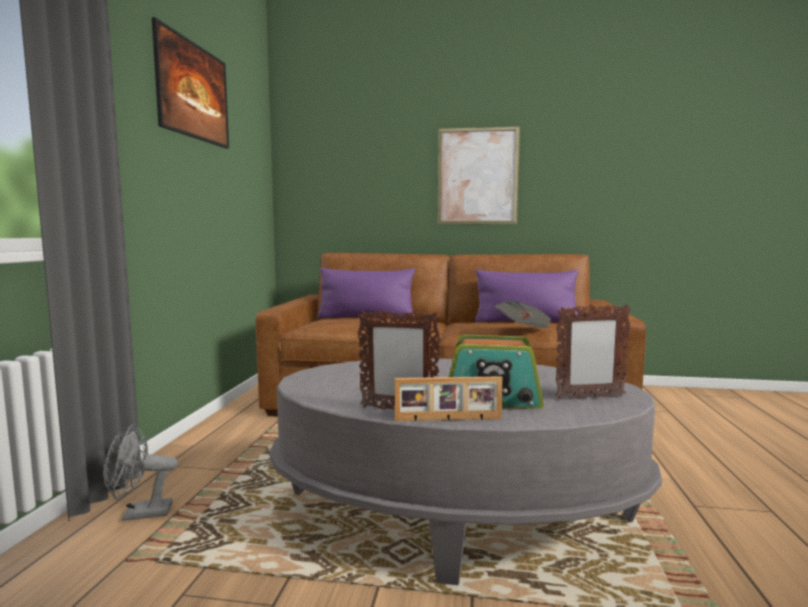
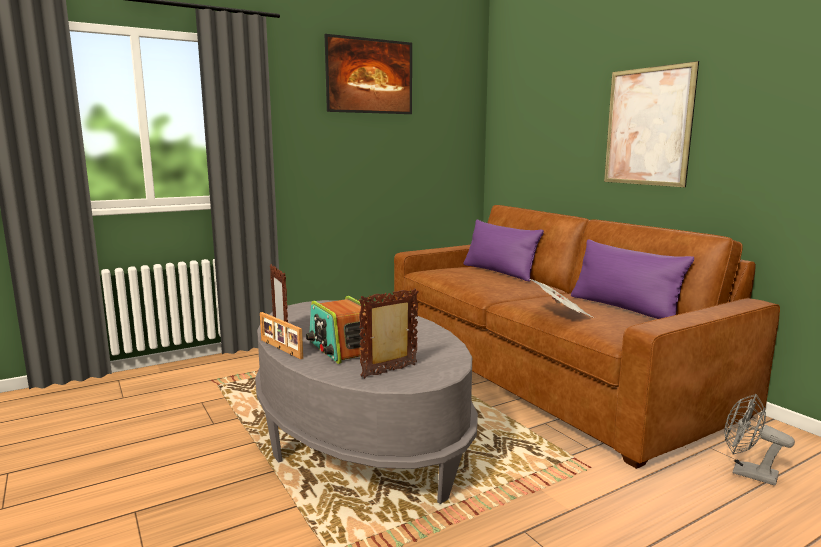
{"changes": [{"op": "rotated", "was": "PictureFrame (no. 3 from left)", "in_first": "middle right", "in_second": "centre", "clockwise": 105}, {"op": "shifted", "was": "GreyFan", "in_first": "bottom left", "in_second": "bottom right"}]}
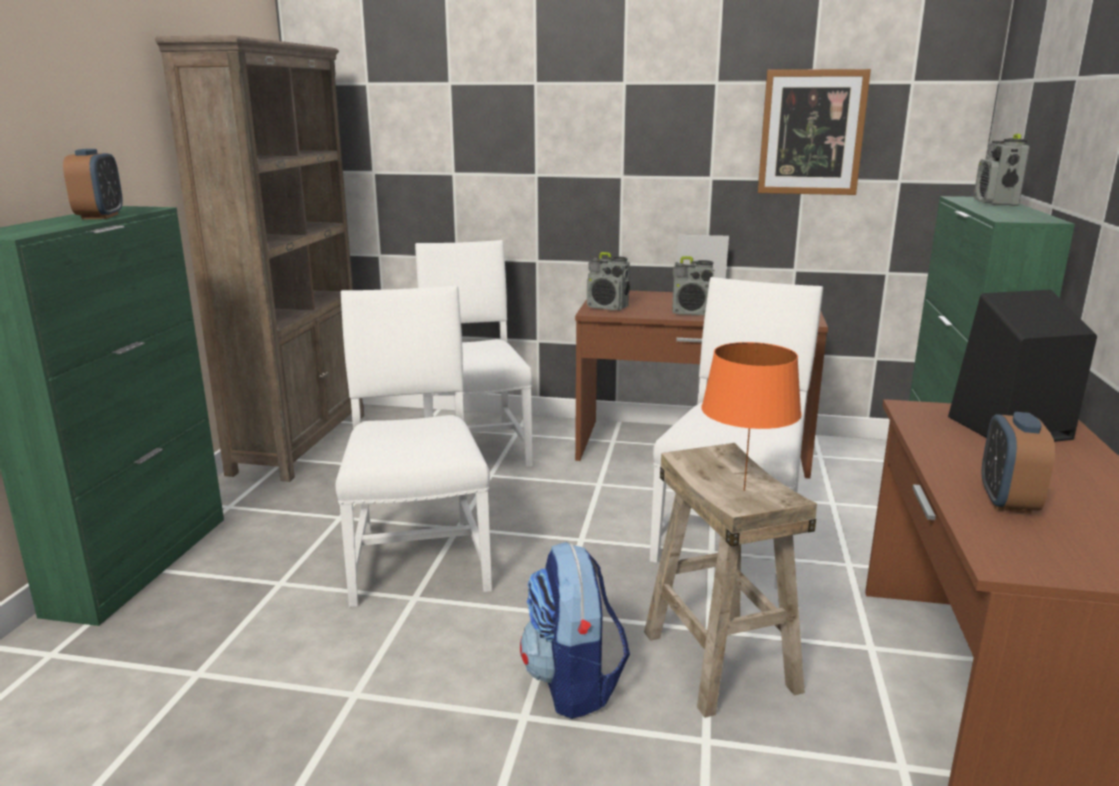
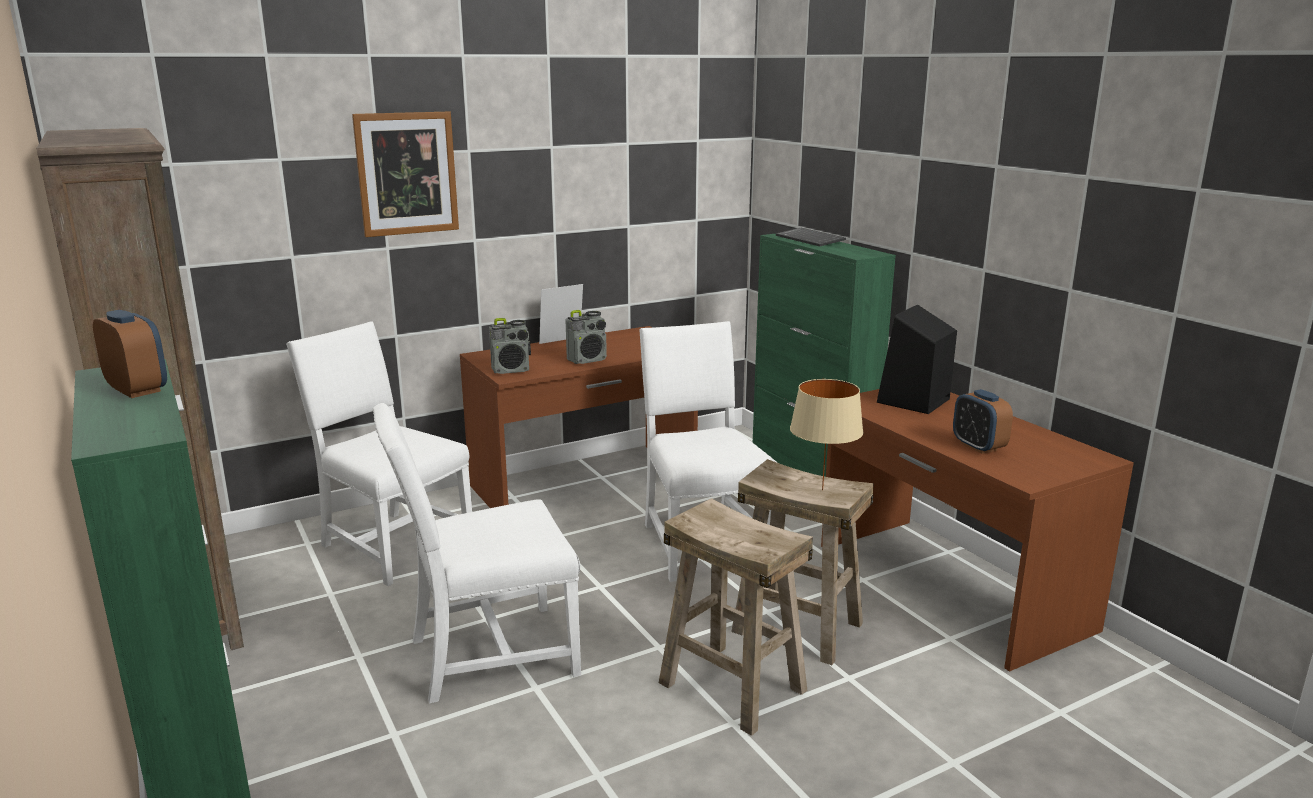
{"changes": [{"op": "shifted", "was": "Picture", "in_first": "top right", "in_second": "top left"}, {"op": "rotated", "was": "WhiteChair (no. 1 from left in the first image)", "in_first": "centre", "in_second": "bottom centre", "clockwise": -60}, {"op": "swapped", "was": "Backpack", "now": "BeigeStool (no. 1 from left)", "in_first": "bottom centre", "in_second": "bottom centre"}, {"op": "swapped", "was": "Radio (no. 3 from left)", "now": "Keyboard", "in_first": "top right", "in_second": "top centre"}, {"op": "repainted", "was": "OrangeTableLamp", "now": "BeigeTableLamp", "in_first": "middle right", "in_second": "centre"}]}
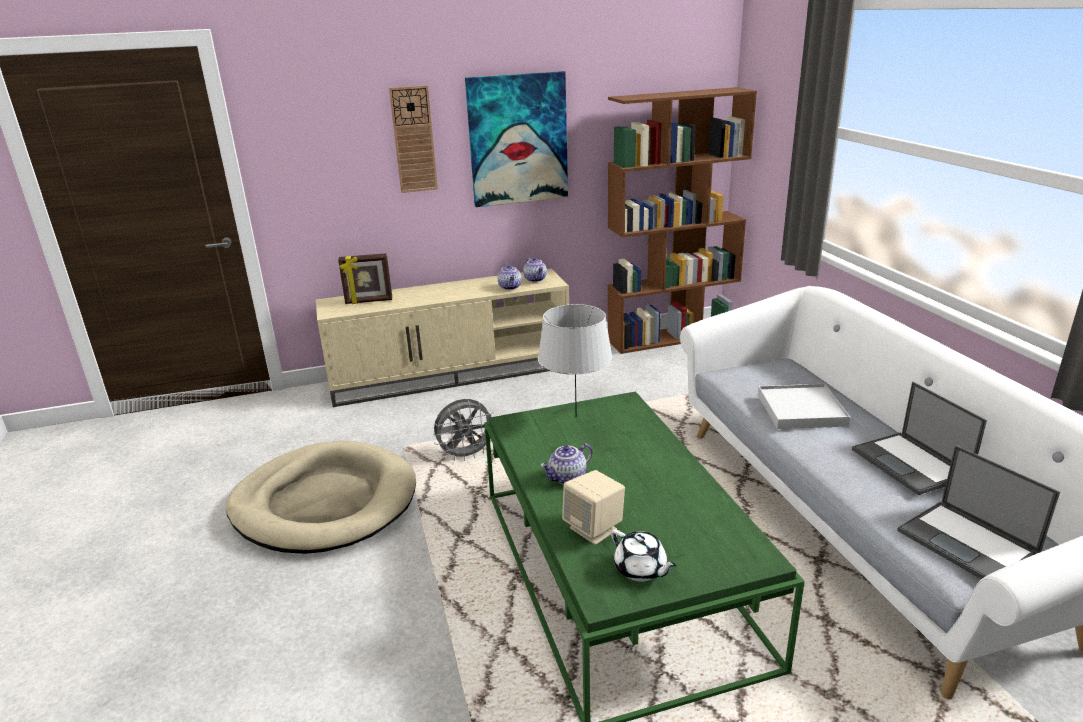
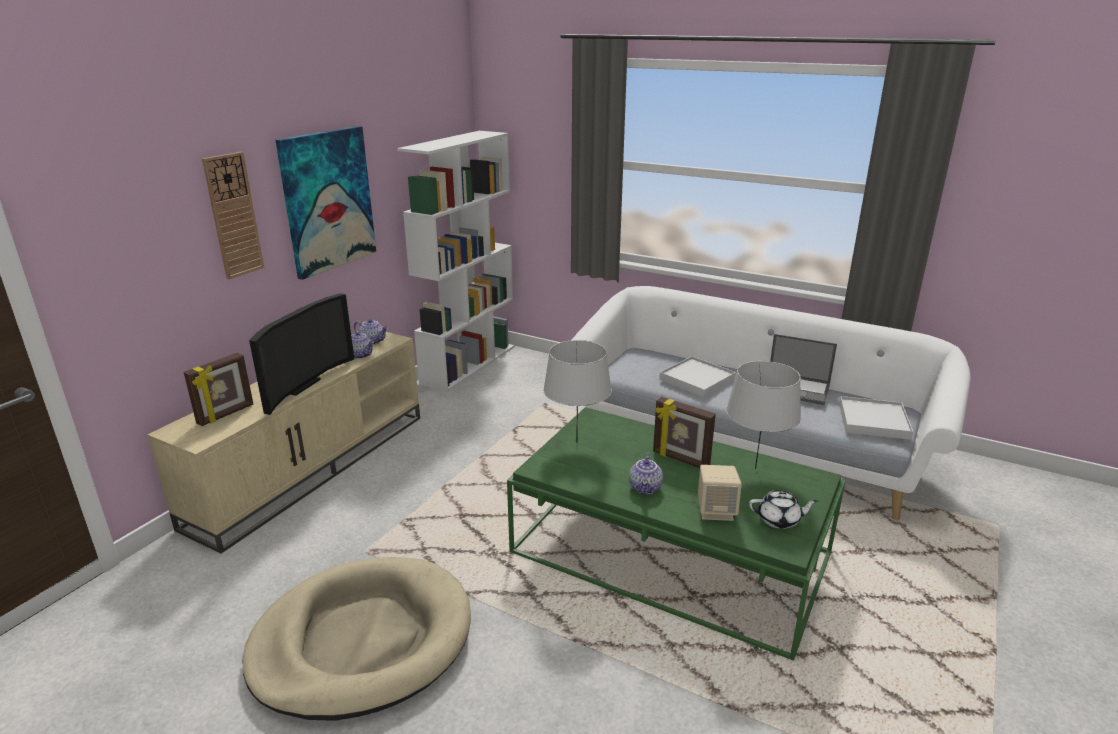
{"changes": [{"op": "new", "now": "Television", "in_second": "middle left"}, {"op": "repainted", "was": "BrownBookcase", "now": "WhiteBookcase", "in_first": "top centre", "in_second": "centre"}, {"op": "new", "now": "PictureFrame (no. 2 from left)", "in_second": "centre"}, {"op": "new", "now": "GreyTableLamp (no. 2 from left)", "in_second": "middle right"}, {"op": "swapped", "was": "Laptop (no. 2 from left)", "now": "WhiteTray (no. 2 from left)", "in_first": "bottom right", "in_second": "middle right"}, {"op": "gone", "was": "GreyFan", "in_first": "centre"}]}
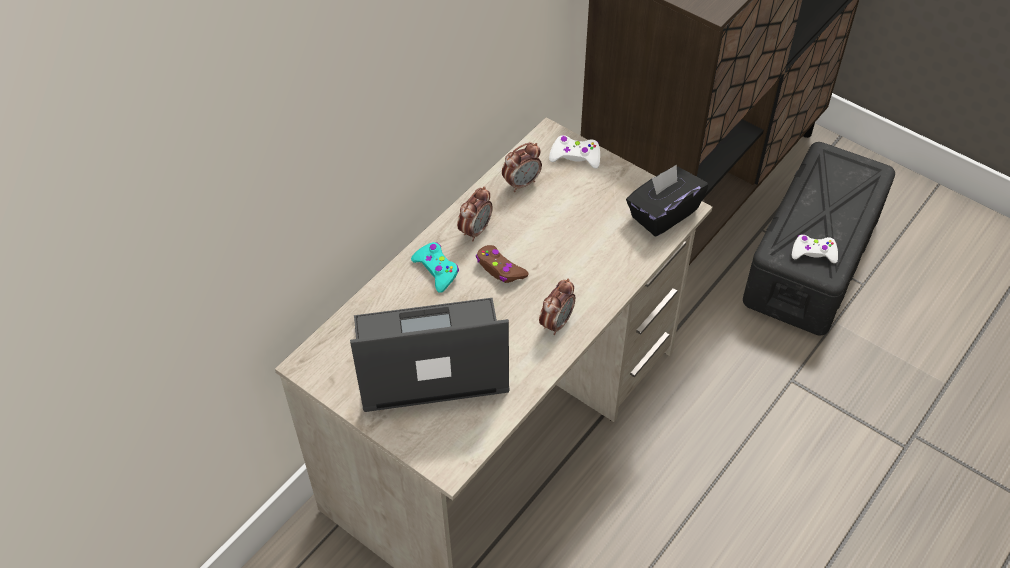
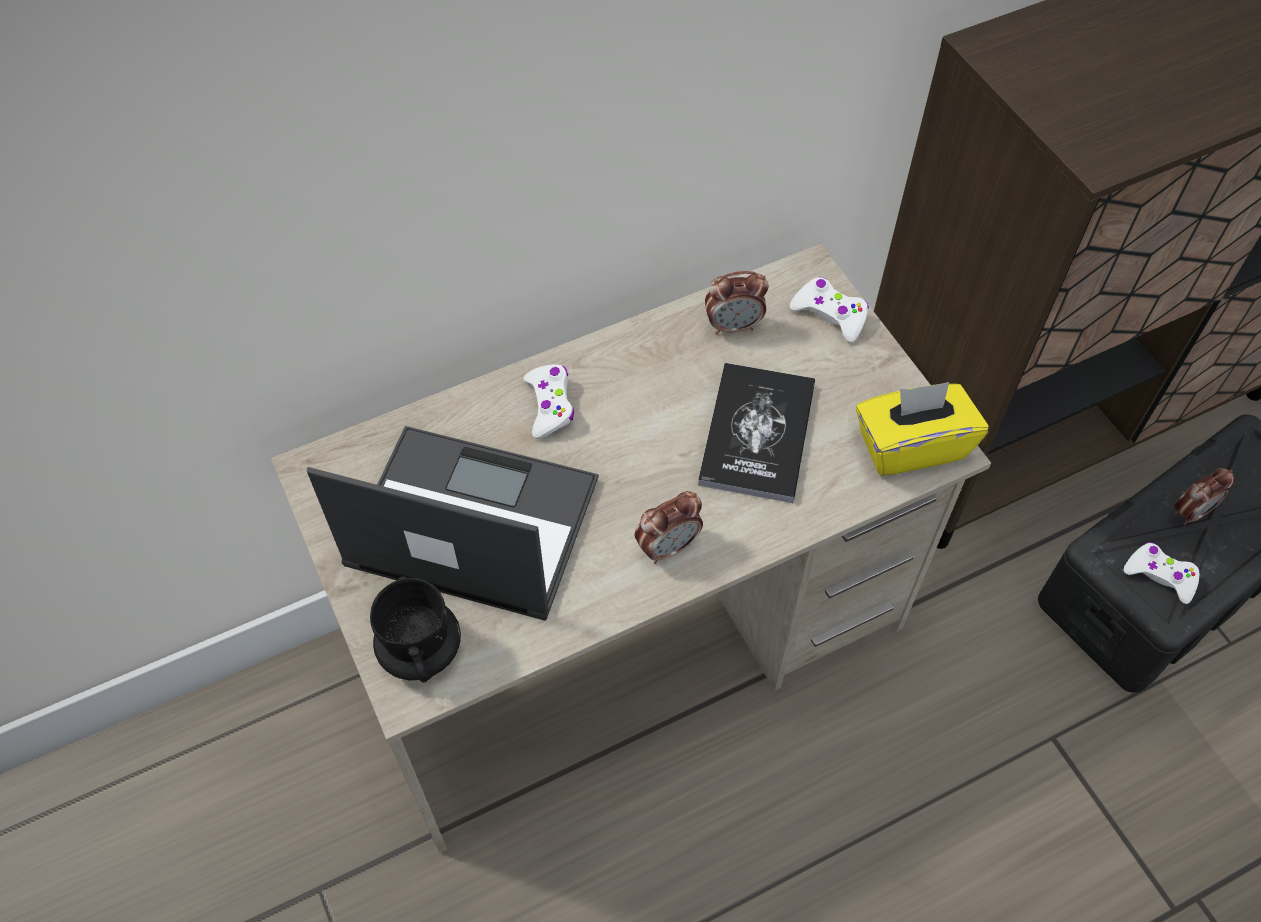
{"changes": [{"op": "new", "now": "BlackMug", "in_second": "bottom left"}, {"op": "repainted", "was": "TurquoiseGameController", "now": "WhiteGameController (no. 1 from left)", "in_first": "centre", "in_second": "centre"}, {"op": "new", "now": "Book", "in_second": "centre"}, {"op": "repainted", "was": "BlackTissueBox", "now": "YellowTissueBox", "in_first": "centre", "in_second": "middle right"}, {"op": "shifted", "was": "AlarmClock (no. 1 from left in the first image)", "now": "AlarmClock (no. 3 from left)", "in_first": "centre", "in_second": "middle right"}, {"op": "gone", "was": "BrownGameController", "in_first": "centre"}]}
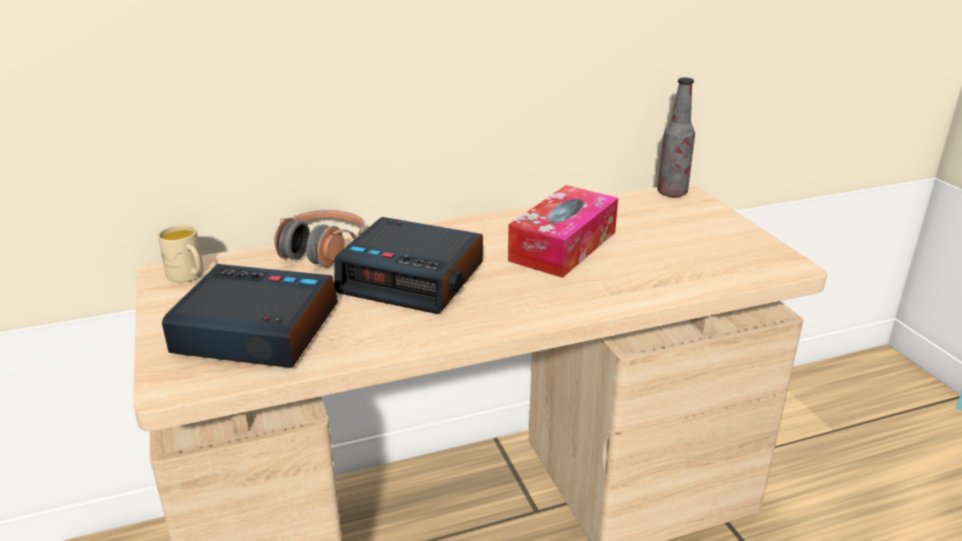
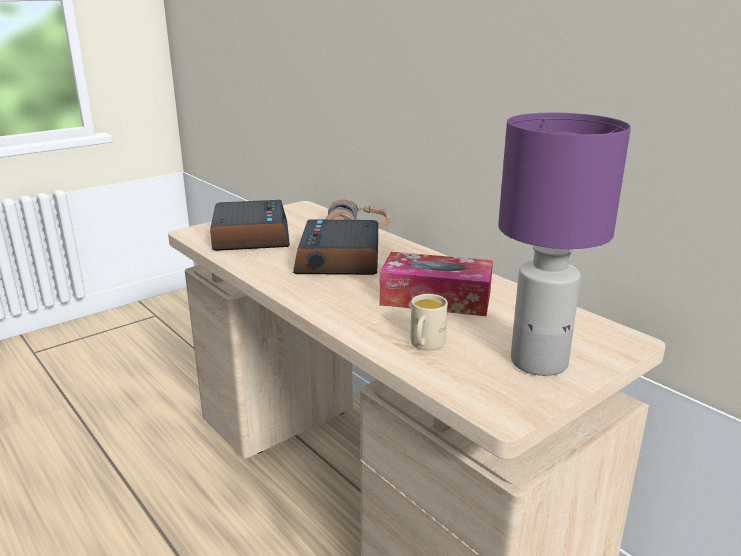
{"changes": [{"op": "shifted", "was": "BeigeMug", "in_first": "middle left", "in_second": "centre"}, {"op": "new", "now": "PurpleTableLamp", "in_second": "middle right"}, {"op": "gone", "was": "Bottle", "in_first": "top right"}]}
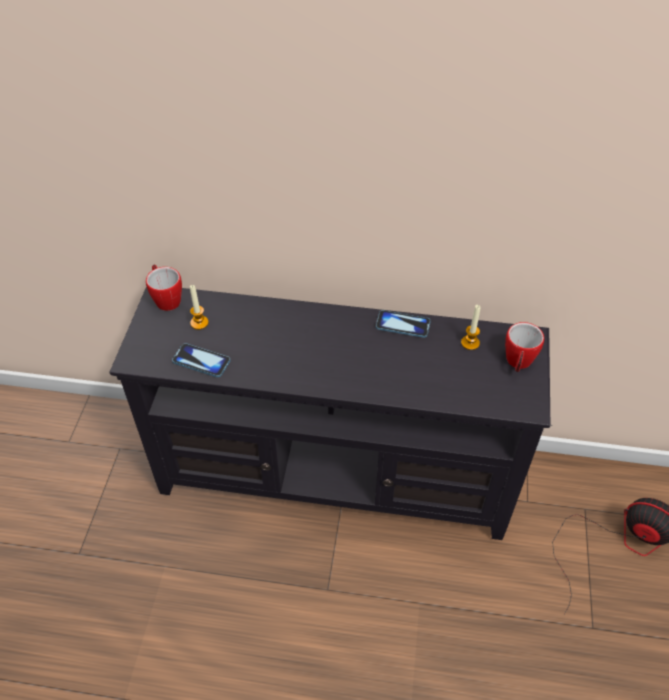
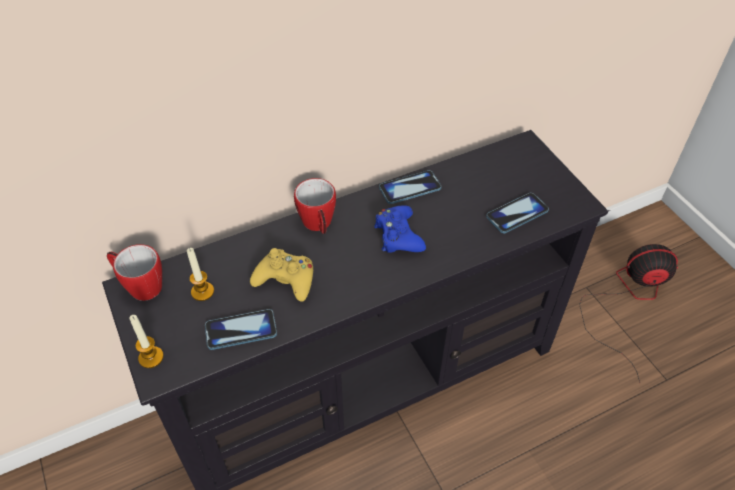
{"changes": [{"op": "shifted", "was": "Candle (no. 2 from left in the first image)", "now": "Candle (no. 1 from left)", "in_first": "middle right", "in_second": "bottom left"}, {"op": "new", "now": "YellowGameController", "in_second": "centre"}, {"op": "shifted", "was": "Mug (no. 2 from left)", "in_first": "middle right", "in_second": "centre"}, {"op": "new", "now": "BlueGameController", "in_second": "centre"}, {"op": "new", "now": "Phone (no. 3 from left)", "in_second": "middle right"}]}
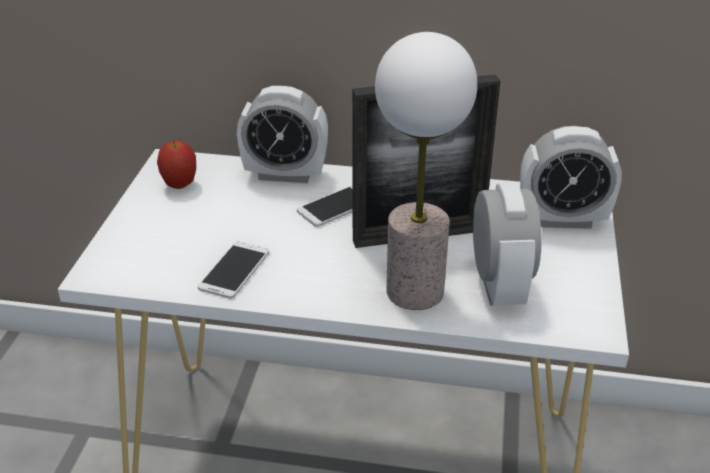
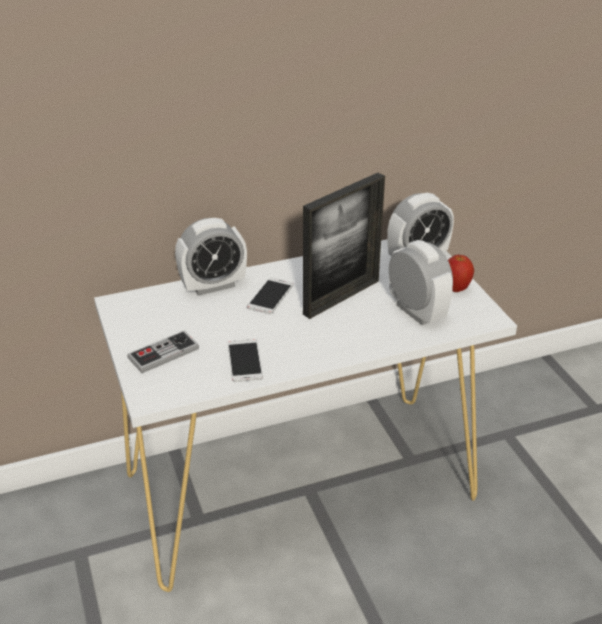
{"changes": [{"op": "new", "now": "GameController", "in_second": "middle left"}, {"op": "shifted", "was": "Apple", "in_first": "middle left", "in_second": "middle right"}, {"op": "gone", "was": "TableLamp", "in_first": "centre"}]}
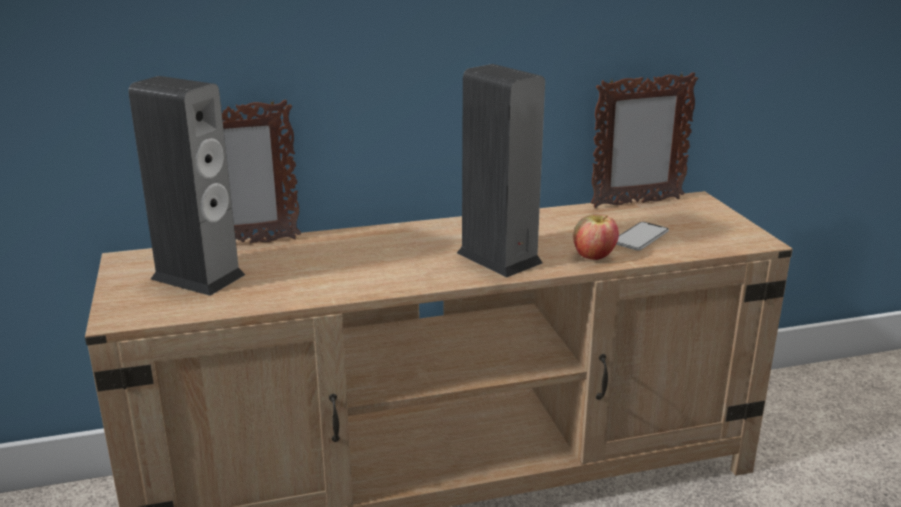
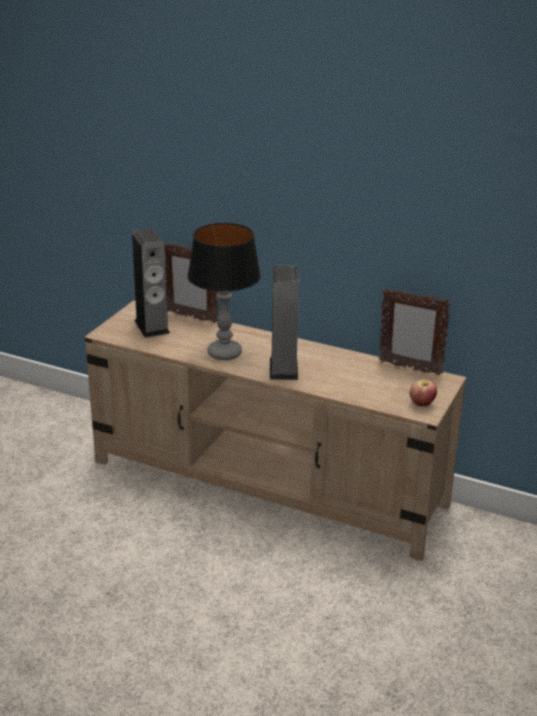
{"changes": [{"op": "new", "now": "TableLamp", "in_second": "centre"}, {"op": "shifted", "was": "Apple", "in_first": "centre", "in_second": "middle right"}, {"op": "gone", "was": "Phone", "in_first": "middle right"}]}
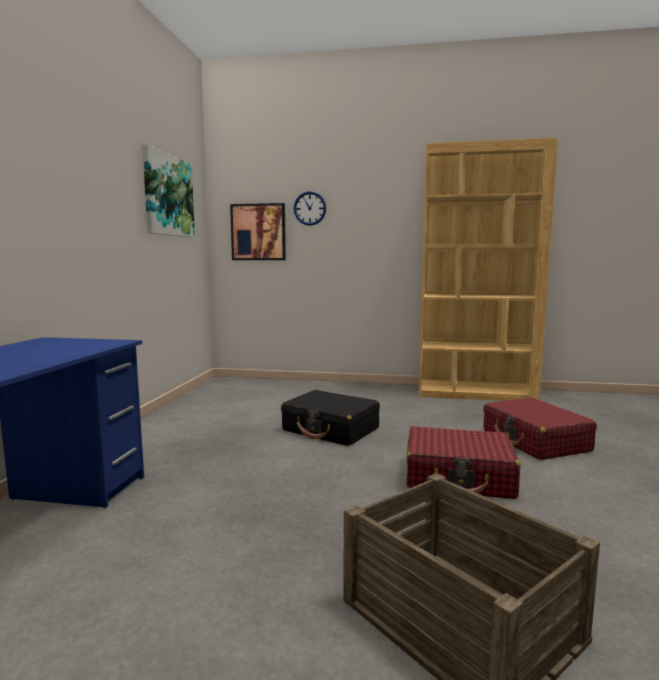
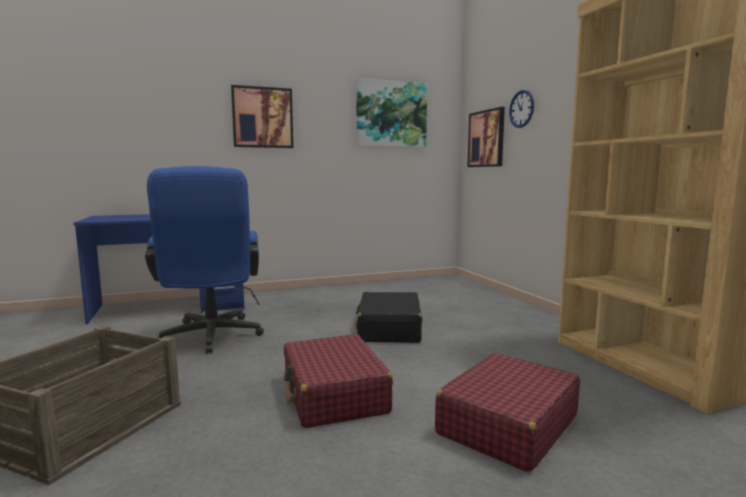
{"changes": [{"op": "new", "now": "BlueOfficeChair", "in_second": "middle left"}, {"op": "new", "now": "Picture (no. 1 from left)", "in_second": "top centre"}]}
